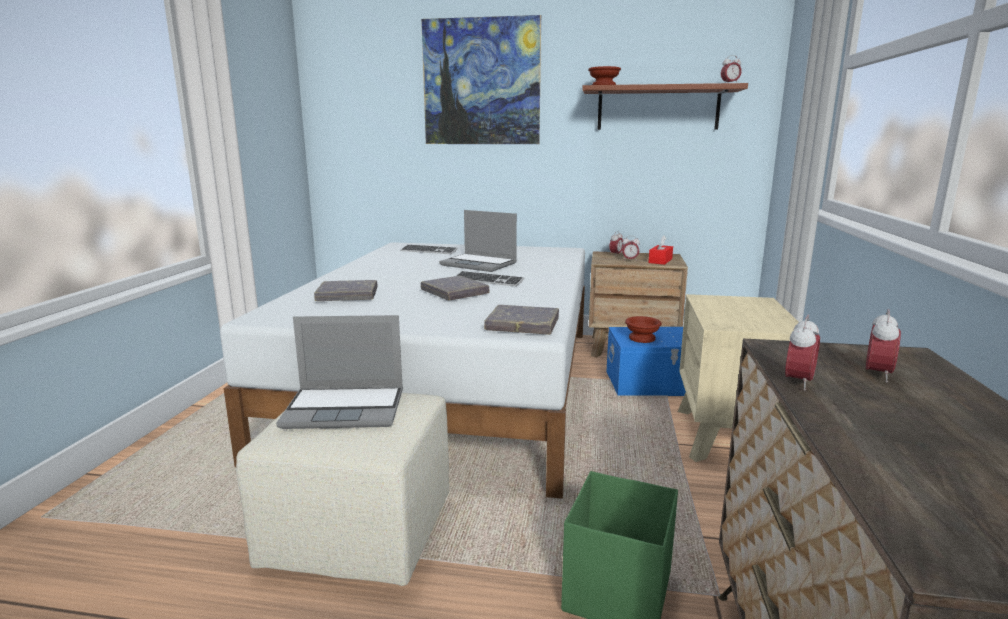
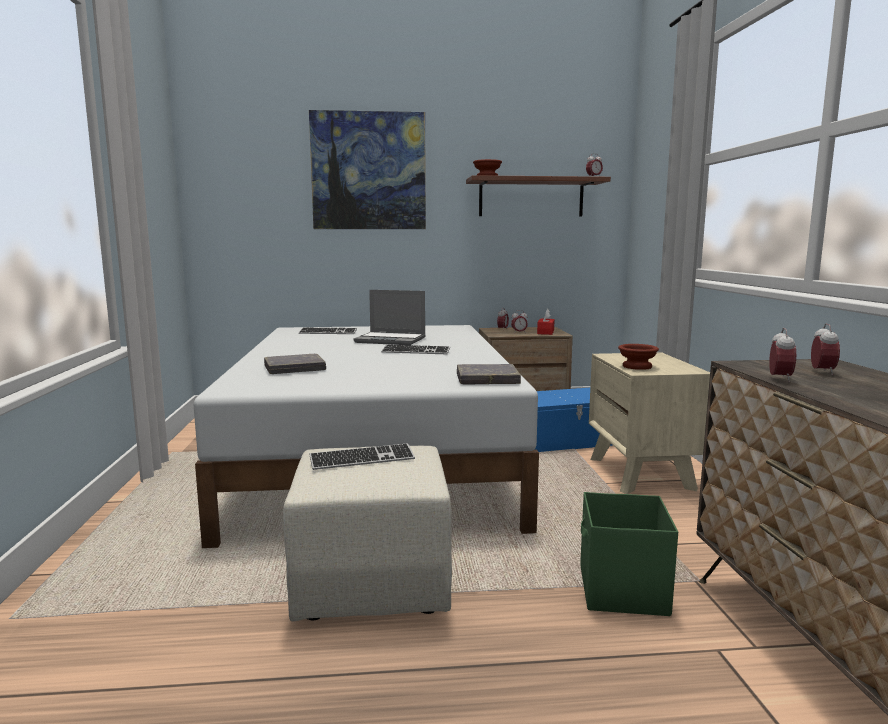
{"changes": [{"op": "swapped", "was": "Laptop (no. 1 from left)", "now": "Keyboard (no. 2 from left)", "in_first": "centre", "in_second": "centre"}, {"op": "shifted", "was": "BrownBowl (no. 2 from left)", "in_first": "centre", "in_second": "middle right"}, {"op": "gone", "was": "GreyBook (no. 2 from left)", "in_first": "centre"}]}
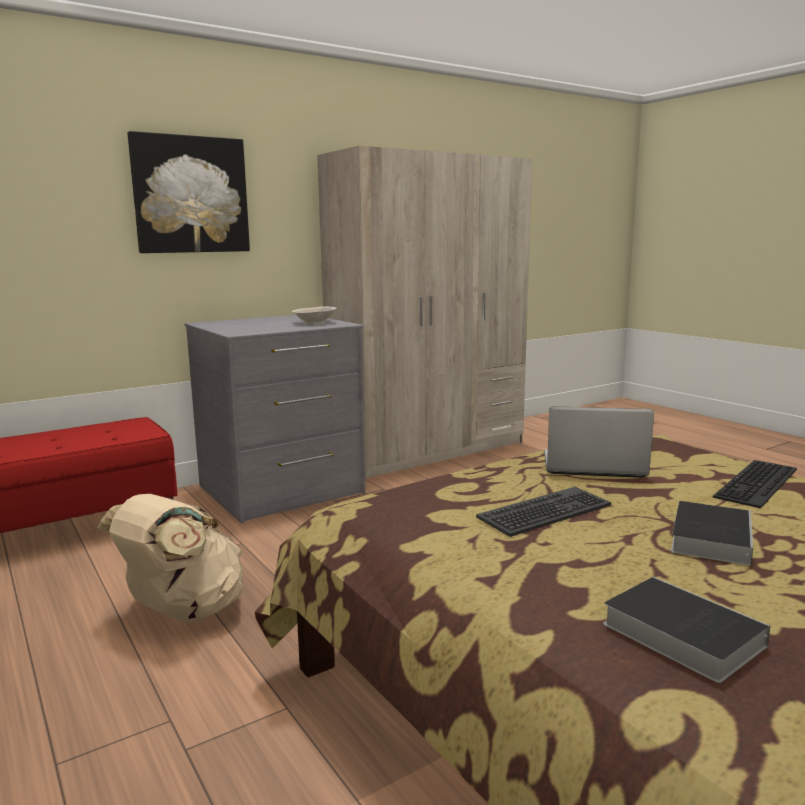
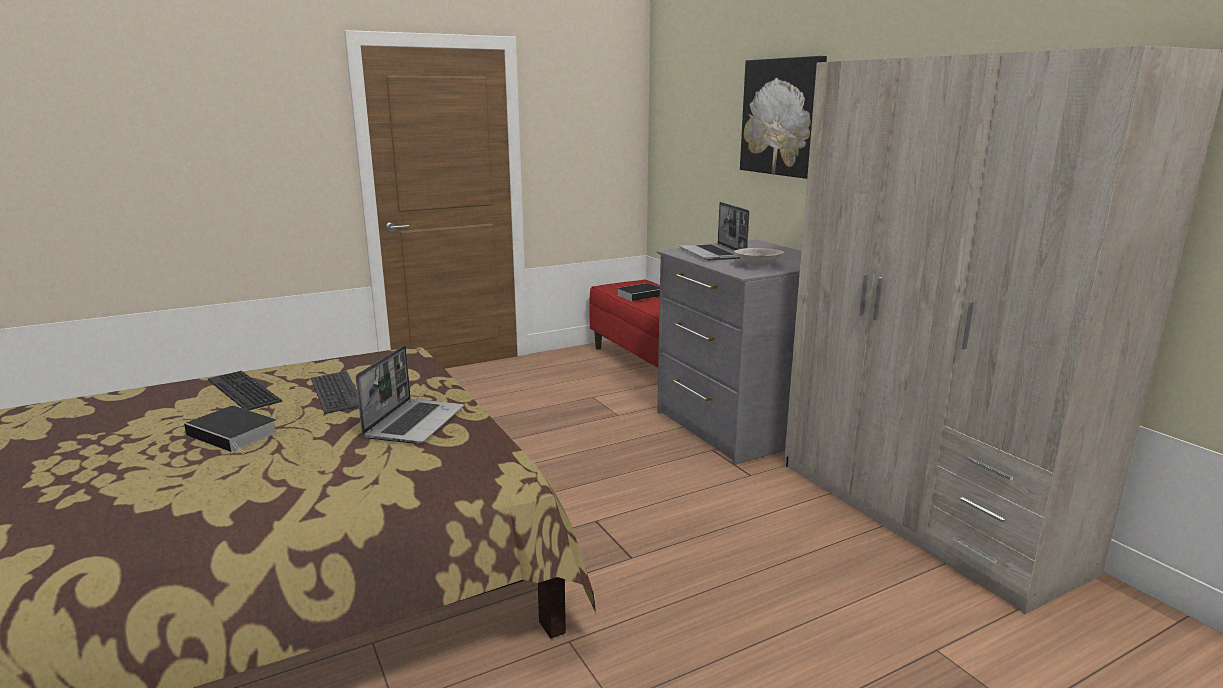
{"changes": [{"op": "shifted", "was": "Keyboard (no. 2 from left in the first image)", "now": "Keyboard (no. 1 from left)", "in_first": "middle right", "in_second": "middle left"}, {"op": "shifted", "was": "Book (no. 1 from left in the first image)", "now": "Book (no. 2 from left)", "in_first": "bottom right", "in_second": "centre"}, {"op": "new", "now": "Laptop (no. 2 from left)", "in_second": "centre"}, {"op": "gone", "was": "BeigeBackpack", "in_first": "bottom left"}]}
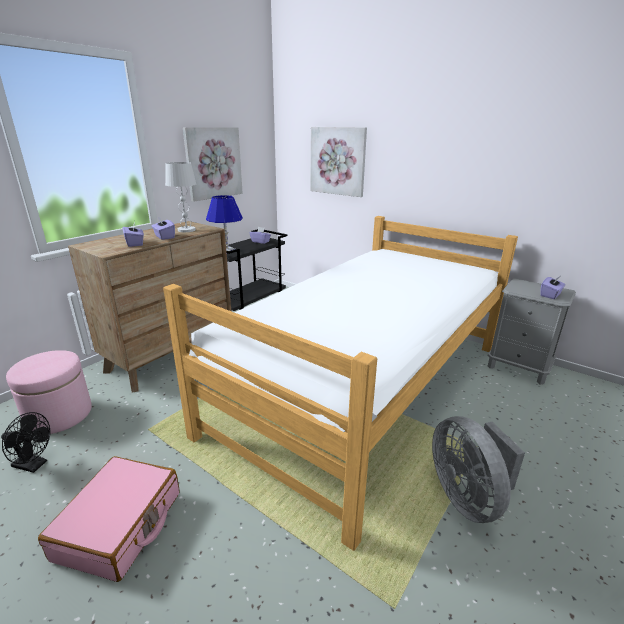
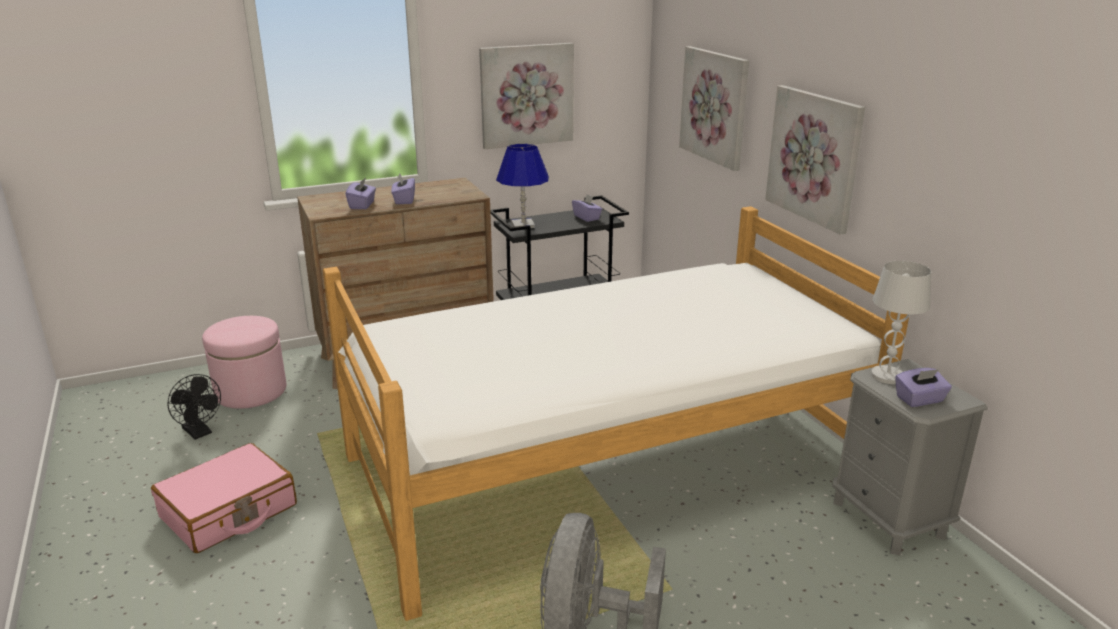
{"changes": [{"op": "new", "now": "Picture (no. 3 from left)", "in_second": "top right"}, {"op": "shifted", "was": "WhiteTableLamp", "in_first": "top left", "in_second": "middle right"}]}
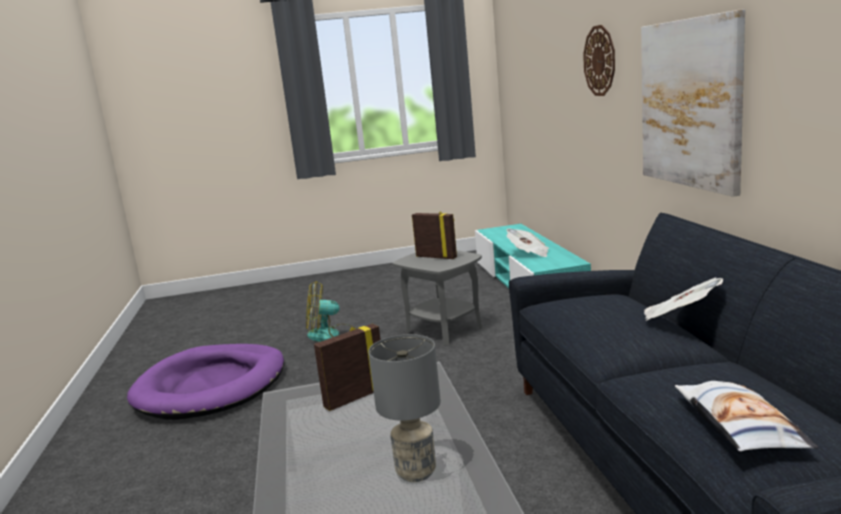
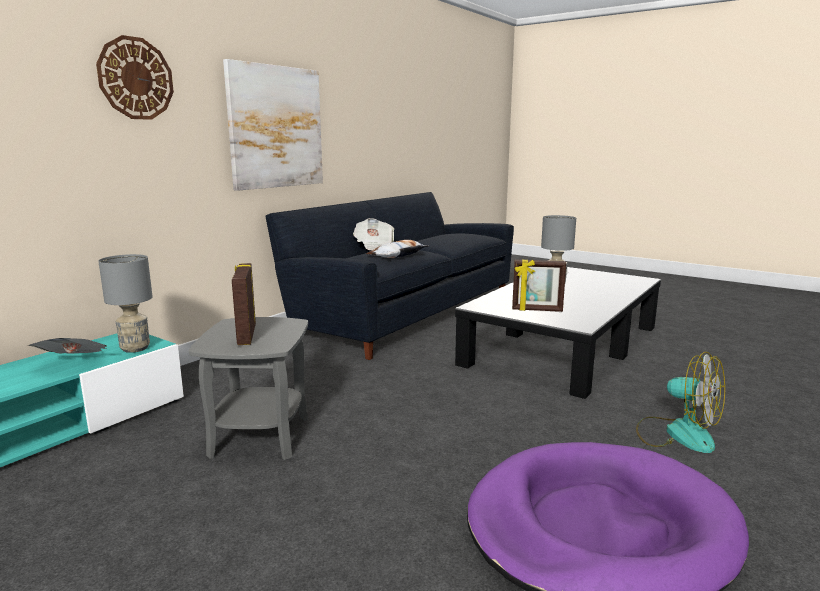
{"changes": [{"op": "new", "now": "GreyTableLamp (no. 1 from left)", "in_second": "middle left"}, {"op": "shifted", "was": "Pillow", "in_first": "bottom right", "in_second": "centre"}, {"op": "shifted", "was": "Fan", "in_first": "centre", "in_second": "bottom right"}]}
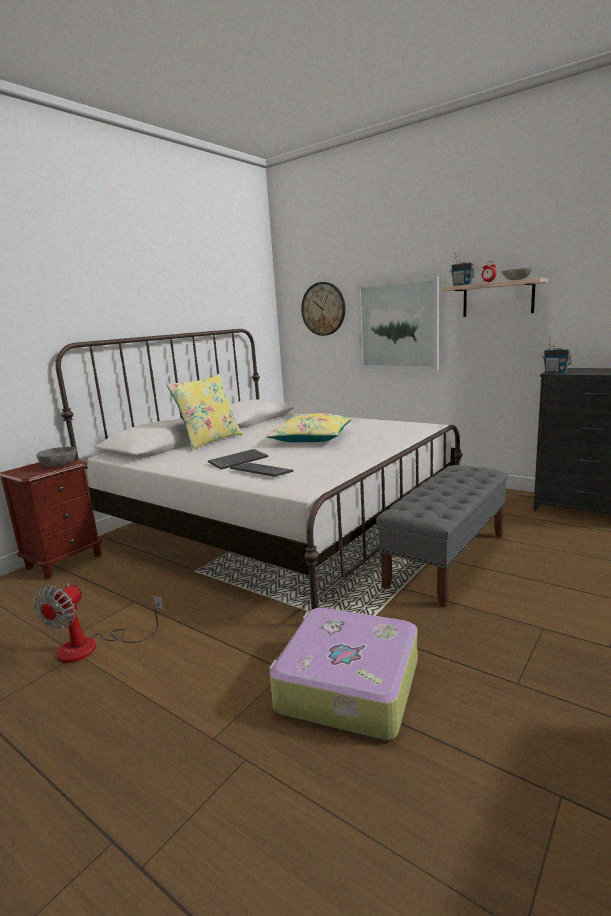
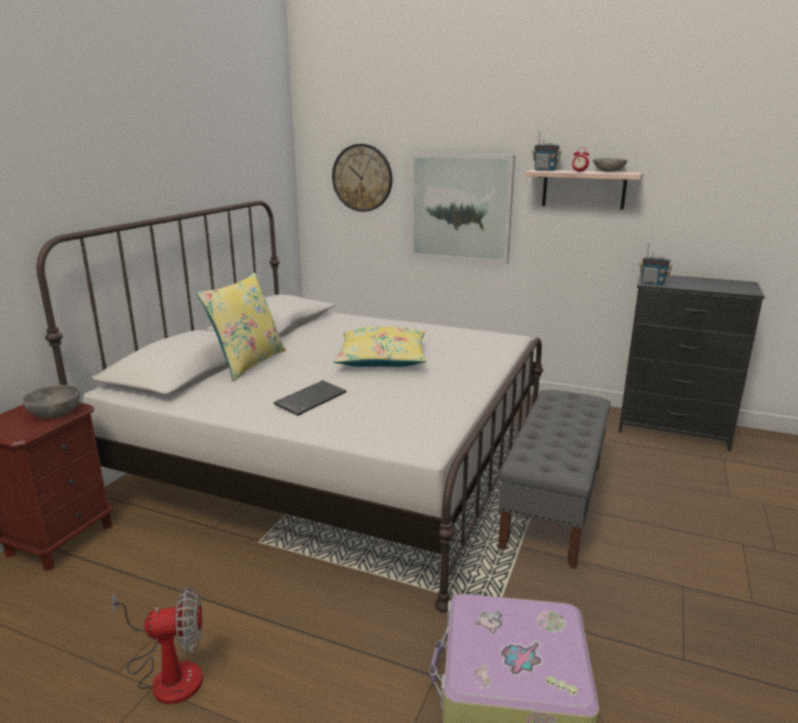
{"changes": [{"op": "rotated", "was": "Fan", "in_first": "bottom left", "in_second": "bottom left", "clockwise": -105}, {"op": "gone", "was": "Keyboard (no. 2 from left)", "in_first": "centre"}]}
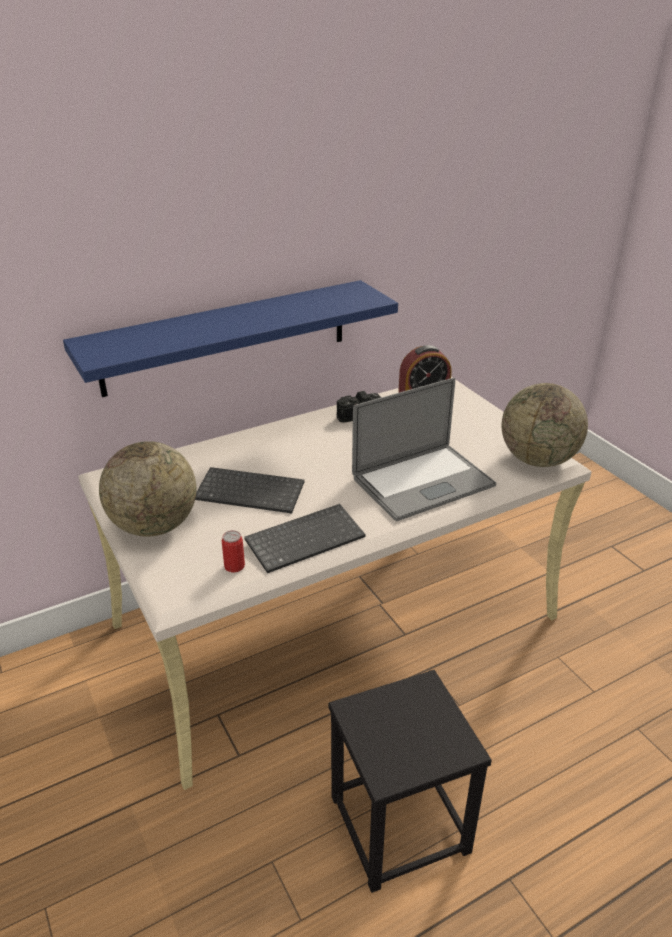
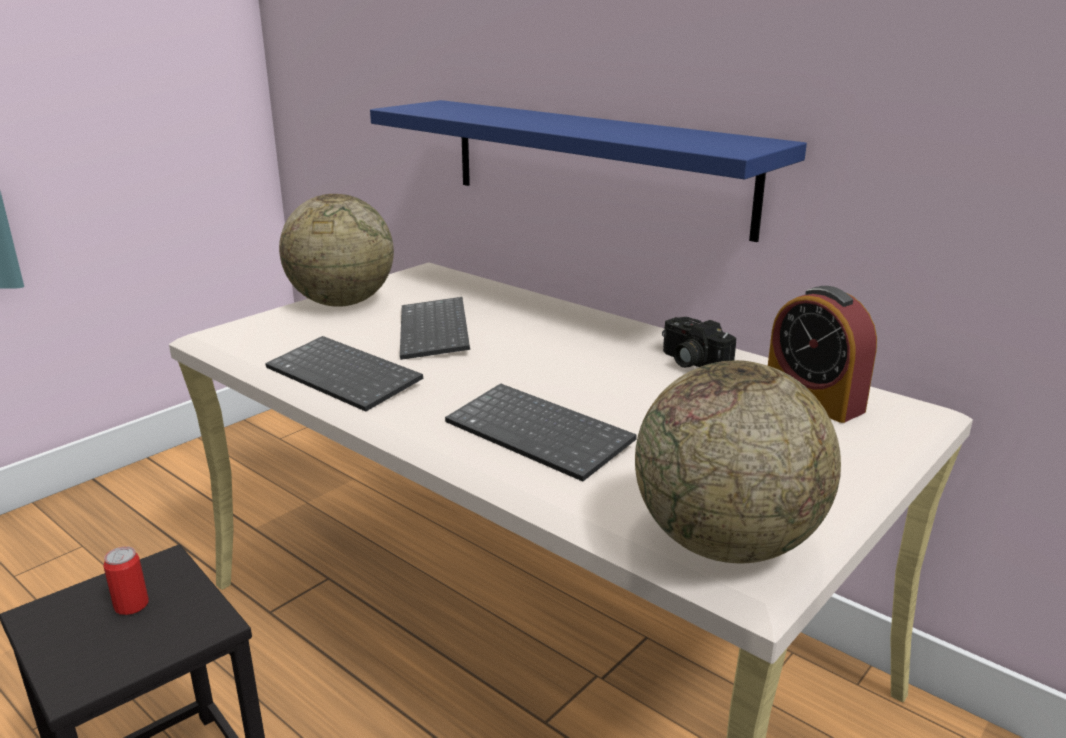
{"changes": [{"op": "shifted", "was": "Can", "in_first": "centre", "in_second": "bottom left"}, {"op": "swapped", "was": "Laptop", "now": "Keyboard (no. 3 from left)", "in_first": "centre", "in_second": "centre"}]}
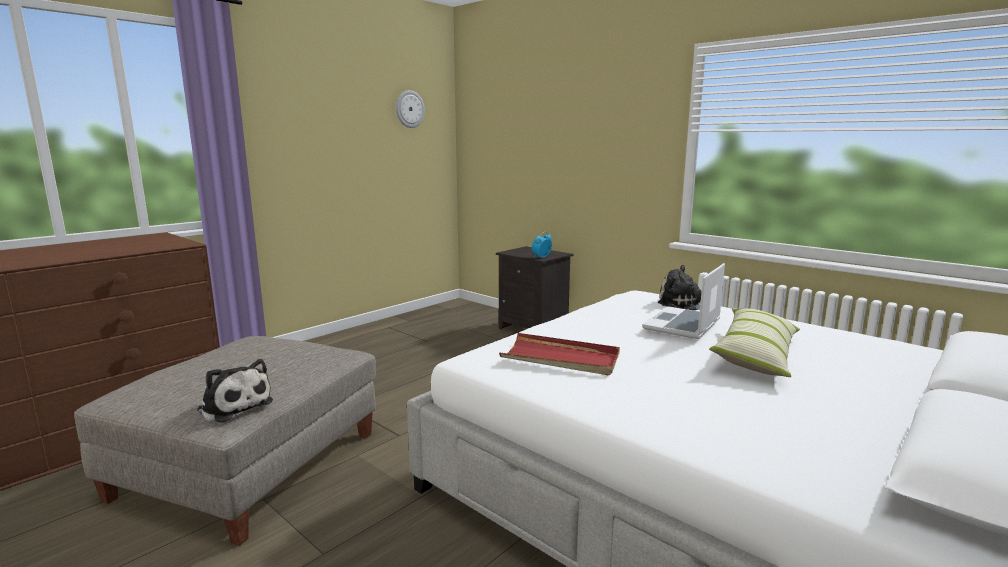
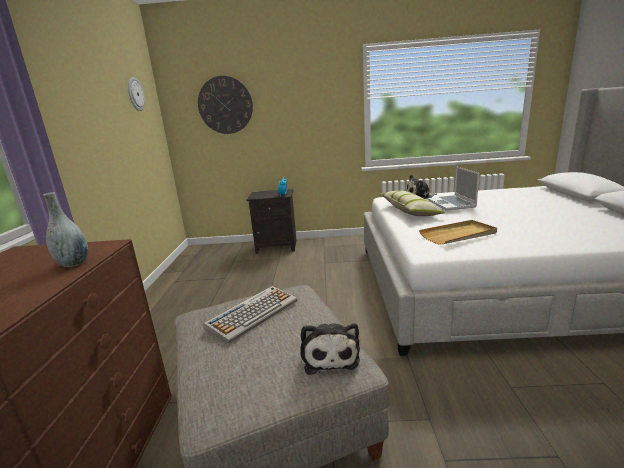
{"changes": [{"op": "new", "now": "GreyVase", "in_second": "middle left"}, {"op": "new", "now": "WallClock (no. 2 from left)", "in_second": "top centre"}, {"op": "new", "now": "Keyboard", "in_second": "bottom centre"}, {"op": "rotated", "was": "PlushToy (no. 1 from left)", "in_first": "bottom left", "in_second": "bottom centre", "clockwise": 90}, {"op": "shifted", "was": "Pillow", "in_first": "middle right", "in_second": "centre"}, {"op": "repainted", "was": "RedTray", "now": "BeigeTray", "in_first": "centre", "in_second": "middle right"}]}
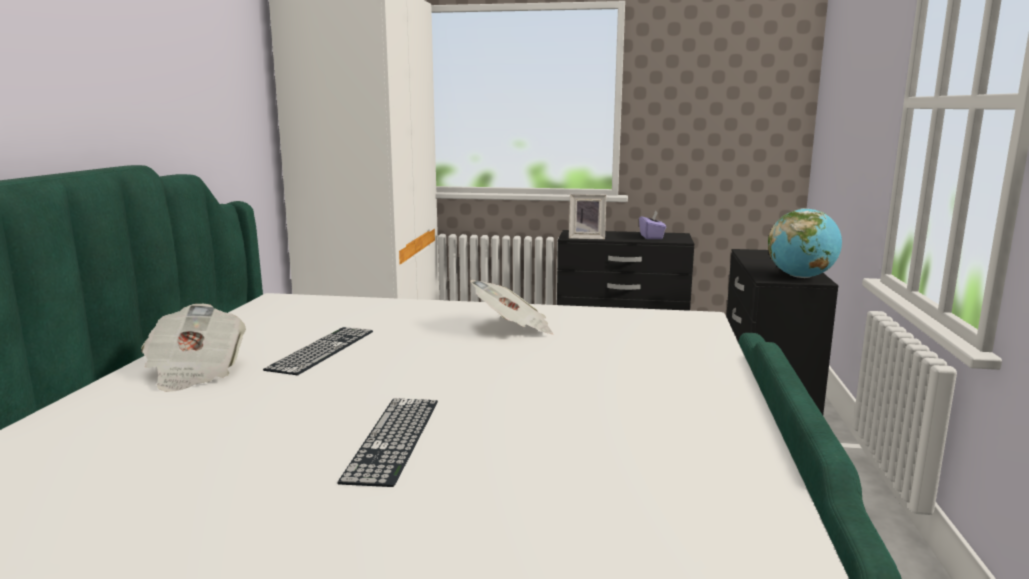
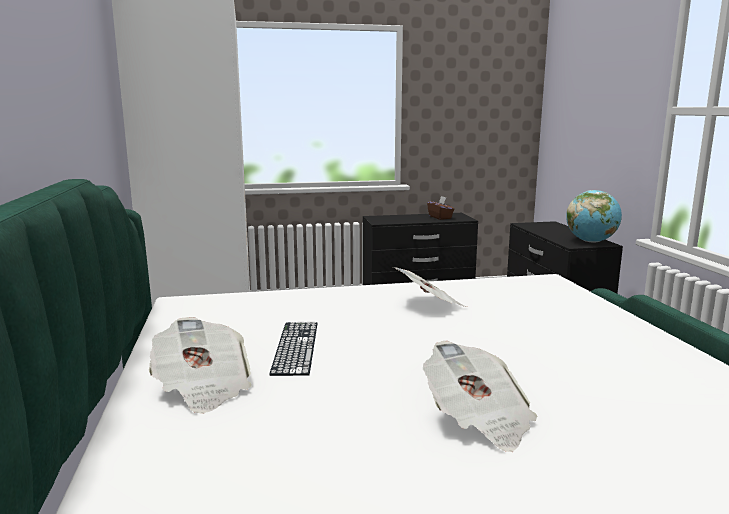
{"changes": [{"op": "swapped", "was": "Keyboard (no. 2 from left)", "now": "Newspaper (no. 3 from left)", "in_first": "bottom centre", "in_second": "bottom centre"}, {"op": "repainted", "was": "PurpleTissueBox", "now": "BrownTissueBox", "in_first": "centre", "in_second": "centre"}, {"op": "gone", "was": "PictureFrame", "in_first": "centre"}]}
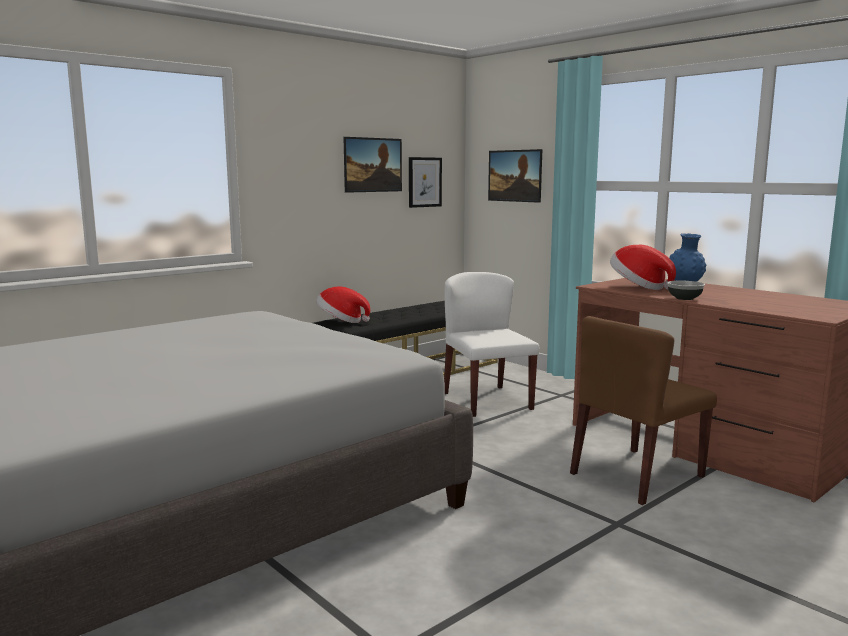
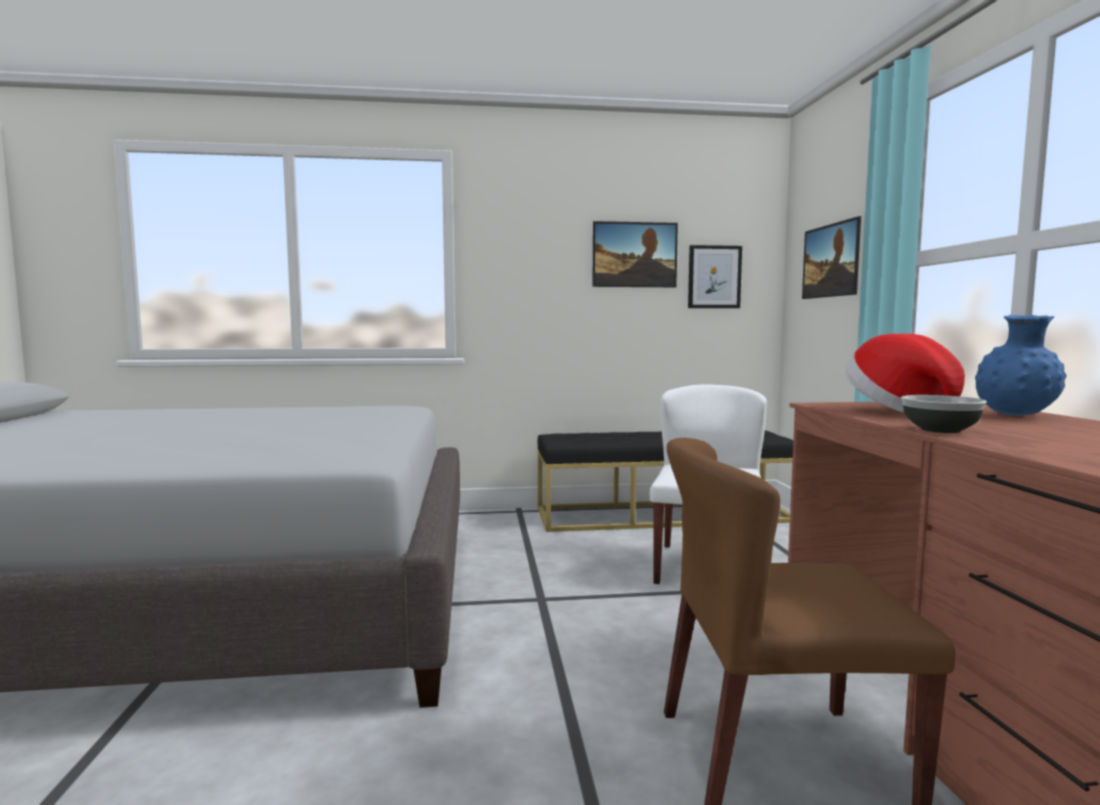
{"changes": [{"op": "gone", "was": "Hat (no. 1 from left)", "in_first": "centre"}]}
